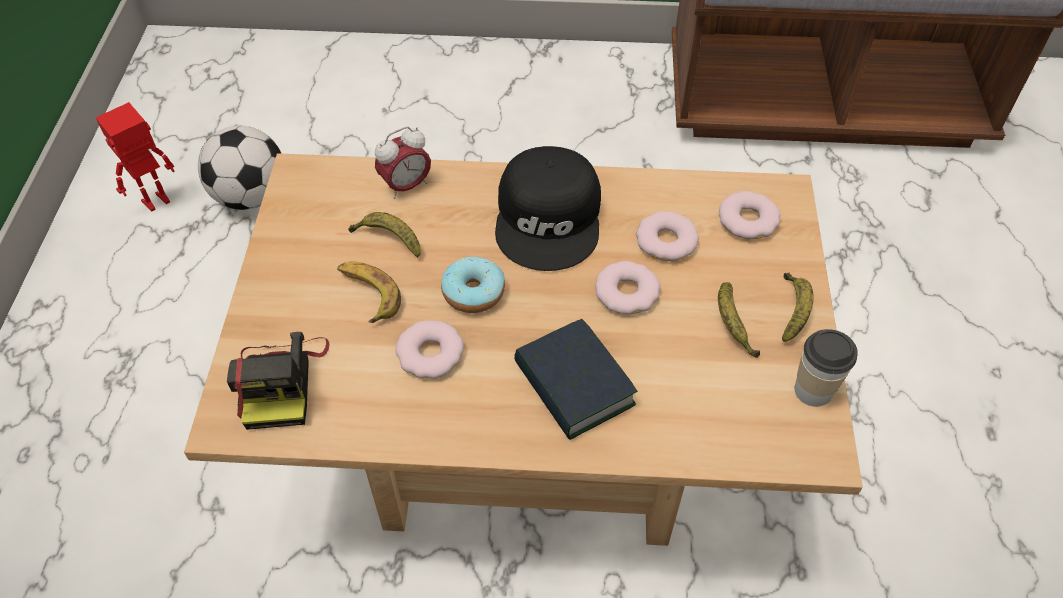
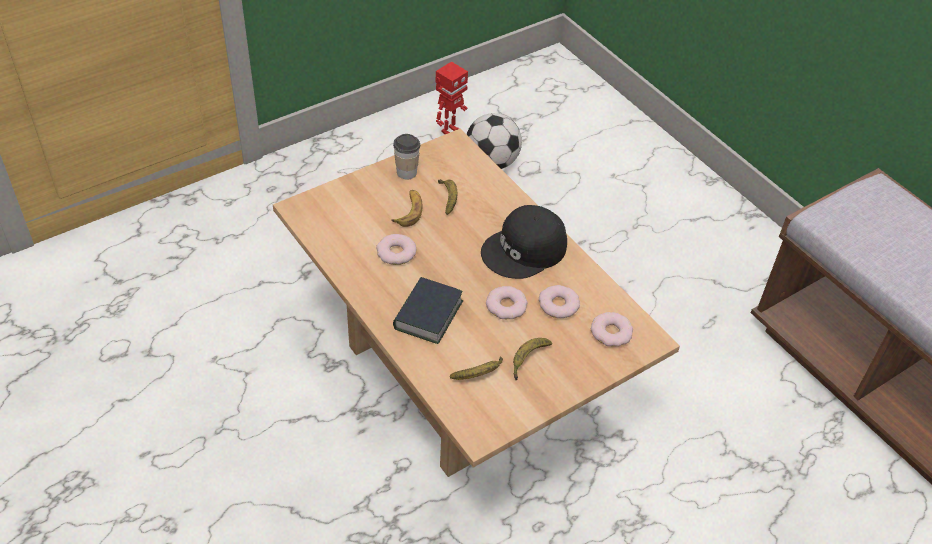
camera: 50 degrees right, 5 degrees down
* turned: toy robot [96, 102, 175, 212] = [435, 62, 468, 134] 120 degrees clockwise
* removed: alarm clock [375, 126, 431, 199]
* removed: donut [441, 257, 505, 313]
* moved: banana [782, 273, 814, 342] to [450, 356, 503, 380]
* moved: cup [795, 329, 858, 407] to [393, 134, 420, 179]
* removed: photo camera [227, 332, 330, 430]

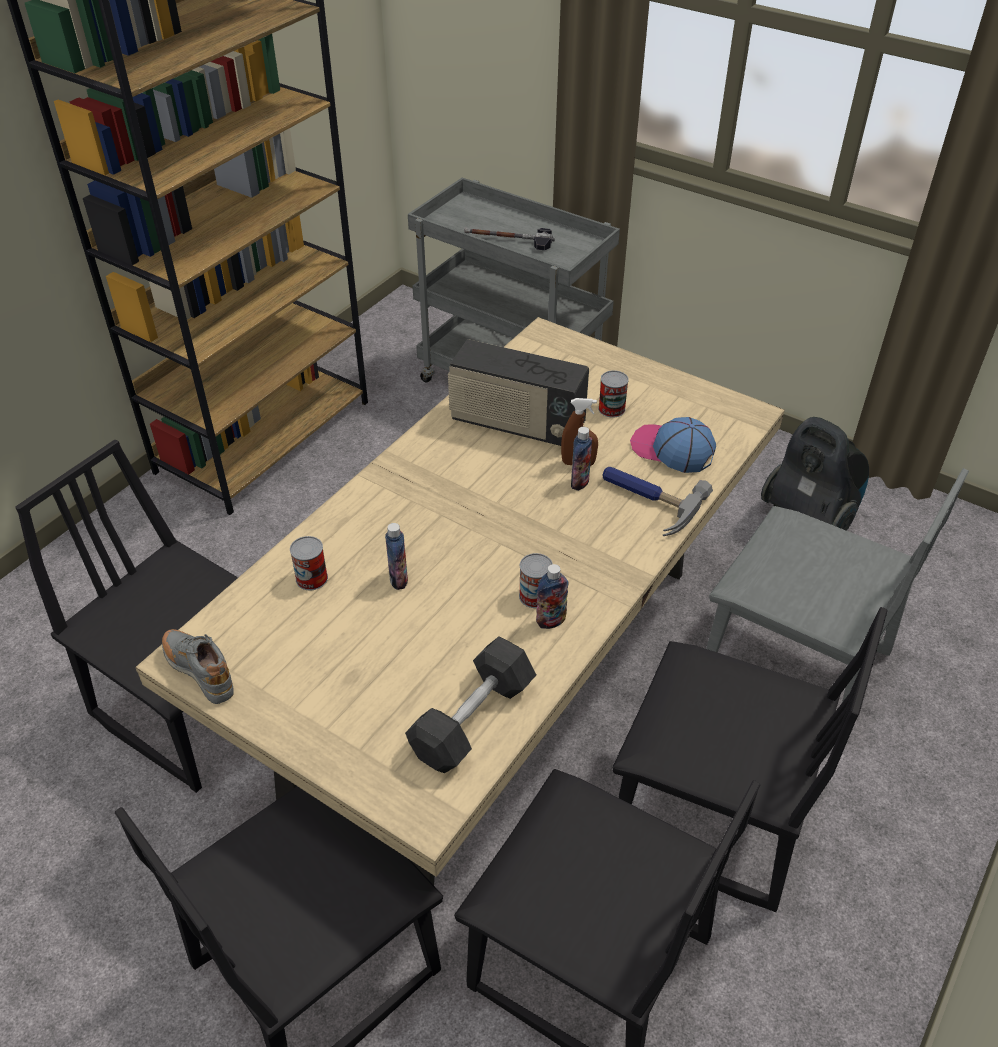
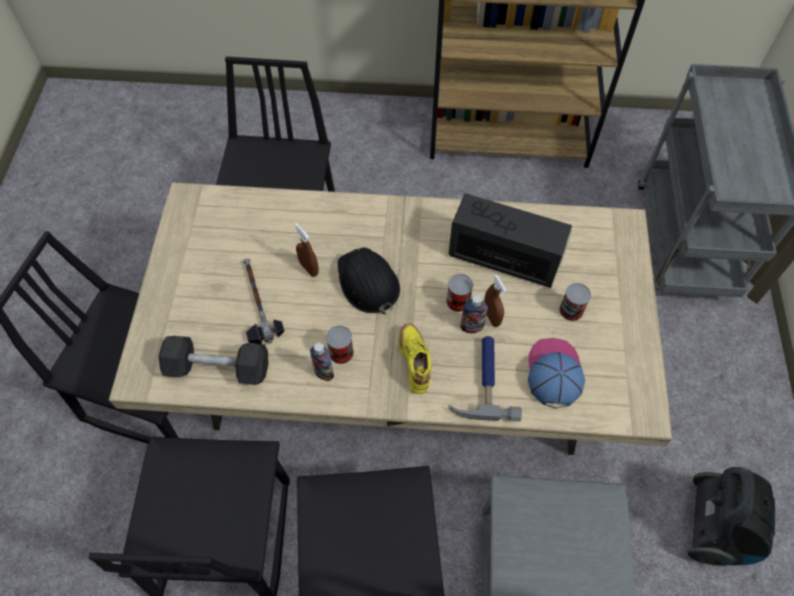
camera: 60 degrees right, 15 degrees up
* moved: hammer [464, 227, 555, 250] to [243, 258, 285, 344]
* turned: radio [448, 339, 589, 446] = [449, 193, 572, 288] 120 degrees clockwise
* replaced: bottle [385, 523, 408, 590] to spray bottle (brown) [294, 223, 319, 277]
* moved: can [290, 536, 328, 590] to [446, 274, 473, 312]
* removed: shoe (grey) [162, 629, 234, 704]
* added: hard hat (black) [338, 248, 400, 315]
* added: shoe (yellow) [398, 323, 431, 394]

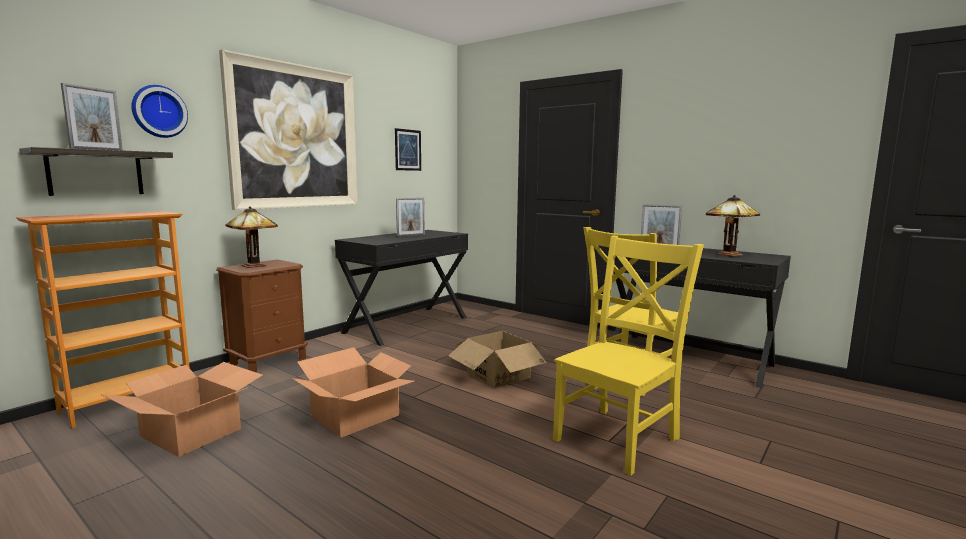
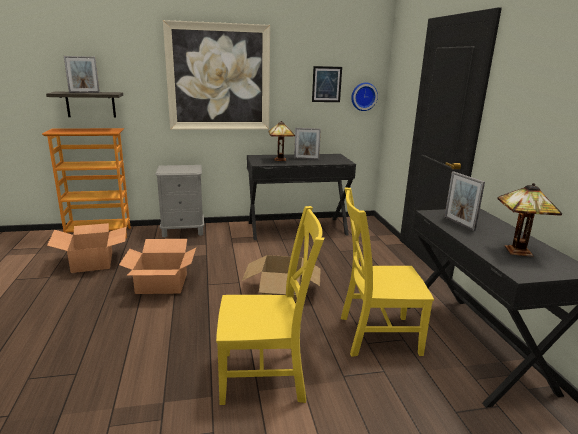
camera: 40 degrees right, 10 degrees up
* moved: wall clock [131, 85, 188, 138] to [351, 83, 378, 111]
* moved: table lamp [225, 207, 278, 268] to [268, 121, 295, 161]
* recoloured: nightstand (brown) [216, 259, 308, 373] to nightstand (grey) [155, 165, 204, 238]

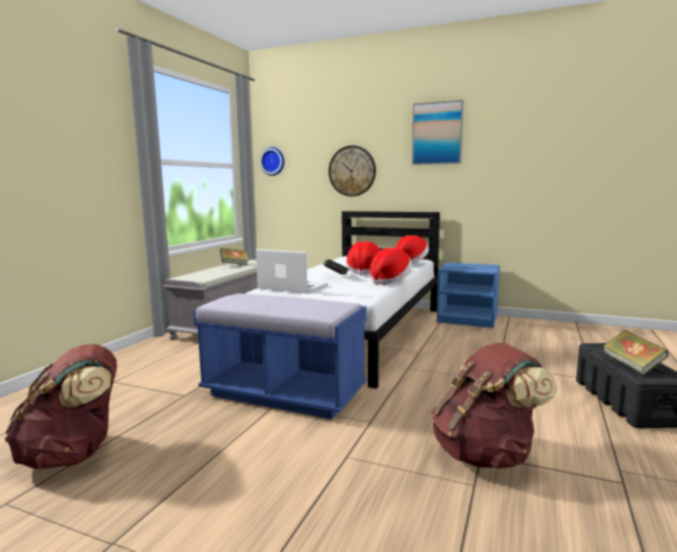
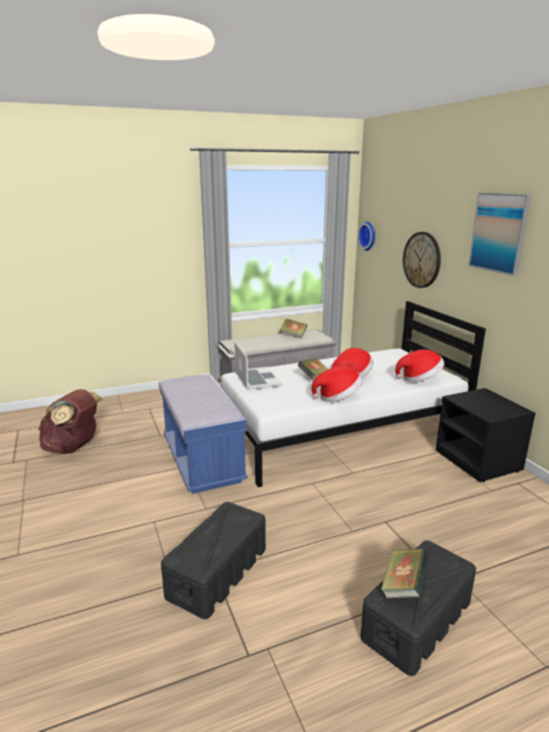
camera: 45 degrees right, 10 degrees up
* recoloured: nightstand (blue) [437, 263, 500, 328] to nightstand (black) [436, 388, 536, 482]
* replaced: backpack (brown) [431, 343, 558, 469] to storage box (black) [161, 502, 266, 619]

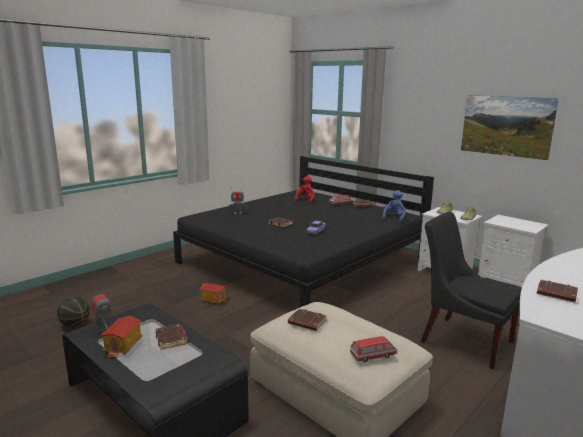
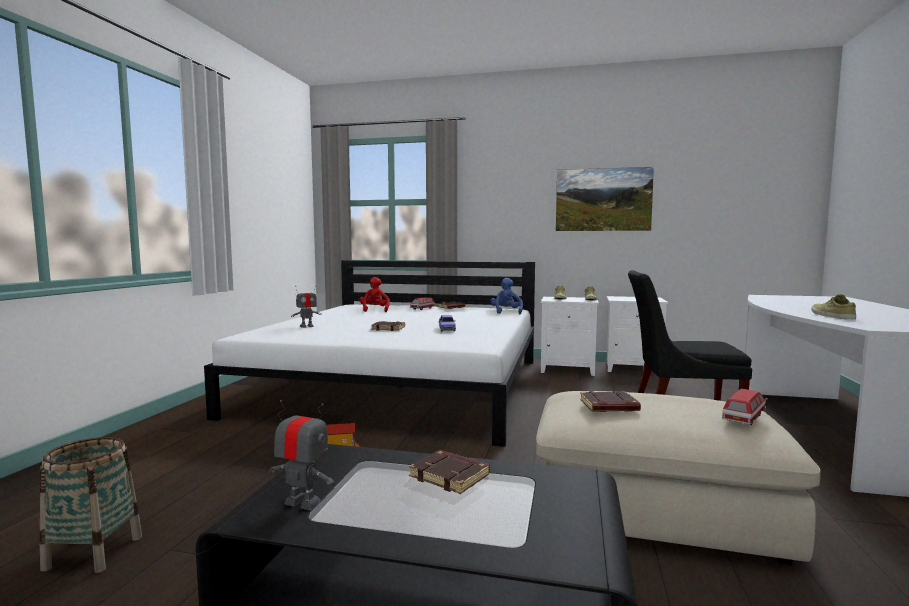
camera: 30 degrees left, 10 degrees down
* recoloured: bed (black) [173, 156, 434, 307] to bed (white) [204, 260, 535, 447]
* replaced: book (brown) [537, 279, 578, 302] to shoe (beige) [812, 294, 856, 319]
* replaced: basketball [57, 297, 90, 327] to basket [40, 437, 142, 573]
* removed: toy house [100, 316, 143, 358]

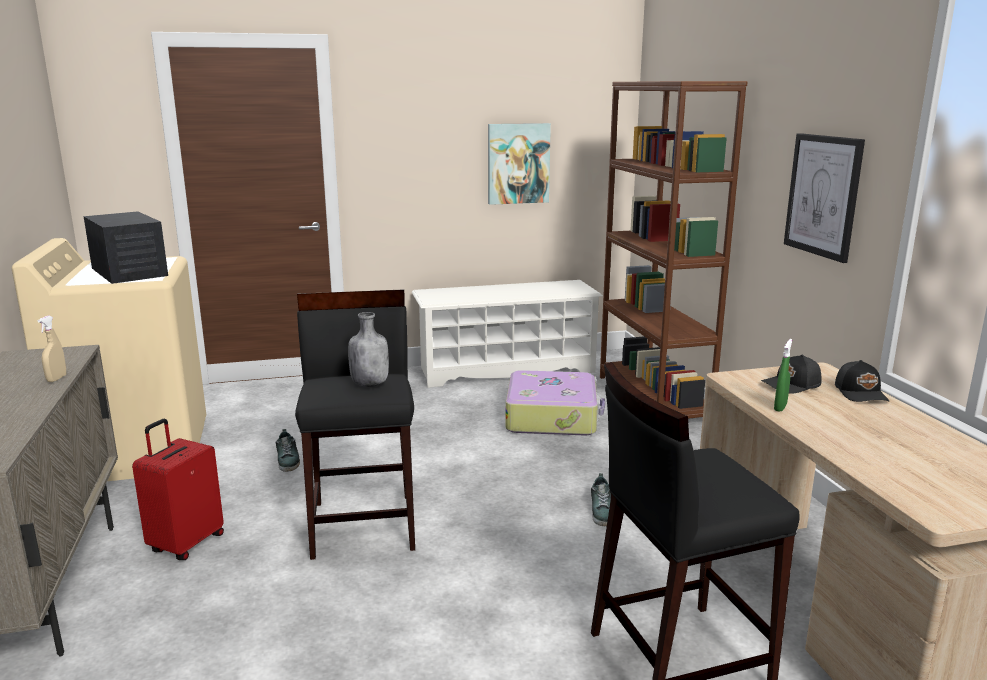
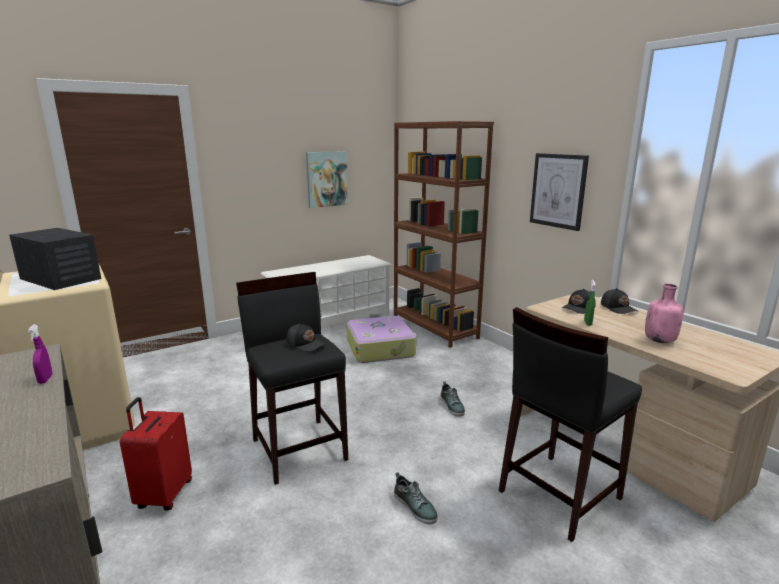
camera: 20 degrees left, 0 degrees up
* replaced: bottle (grey) [348, 312, 389, 387] to cap (black) [286, 323, 325, 352]
* recoloured: spray bottle (beige) [38, 316, 66, 382] to spray bottle (purple) [28, 325, 52, 384]
* moved: shoe [276, 429, 300, 472] to [394, 472, 438, 524]
* added: bottle (pink) [645, 284, 684, 343]

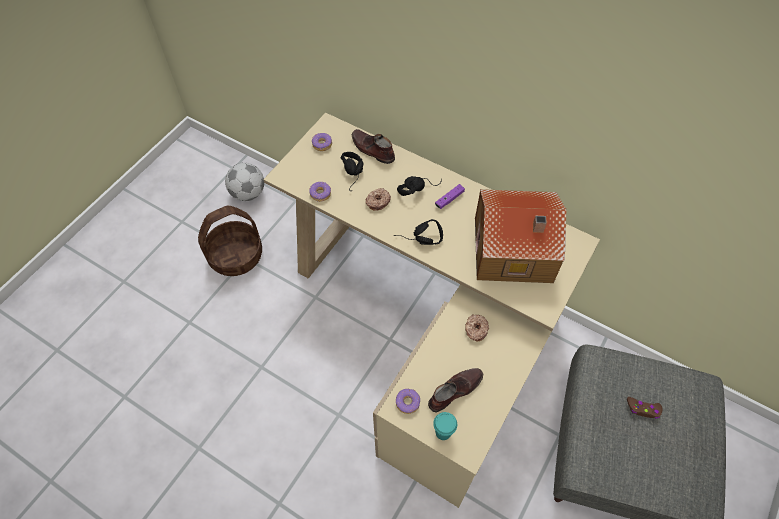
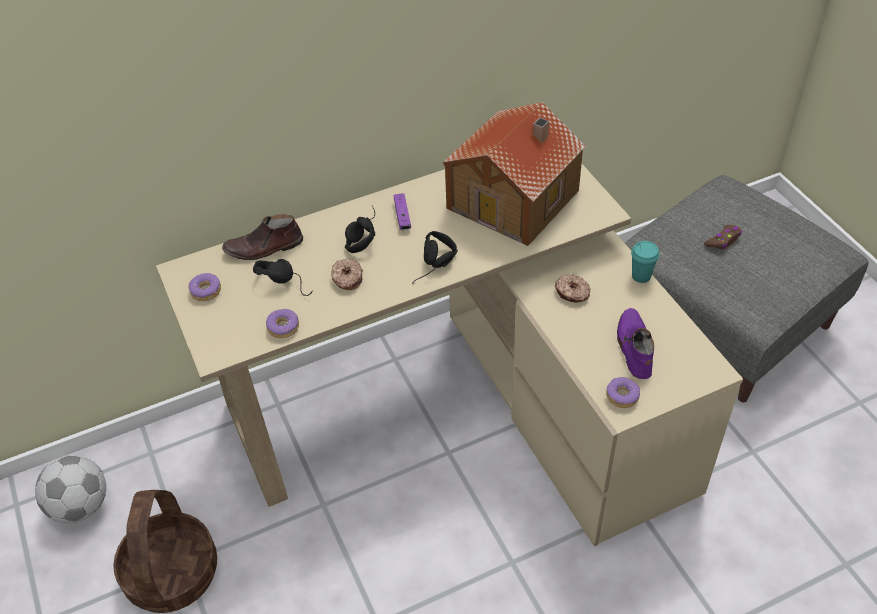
camera: 55 degrees left, 10 degrees down
* recoloured: shoe (brown) [428, 368, 483, 412] to shoe (purple) [617, 308, 654, 379]
* moved: cup (turquoise) [433, 412, 457, 440] to [631, 241, 659, 283]

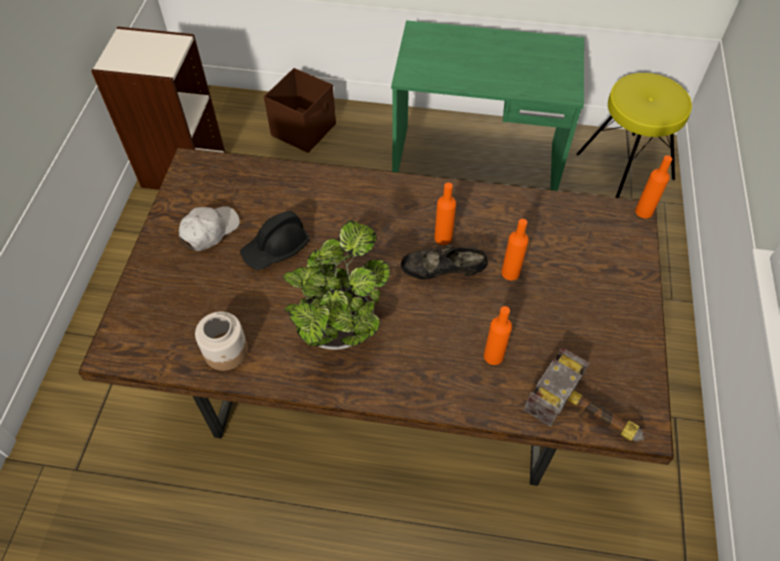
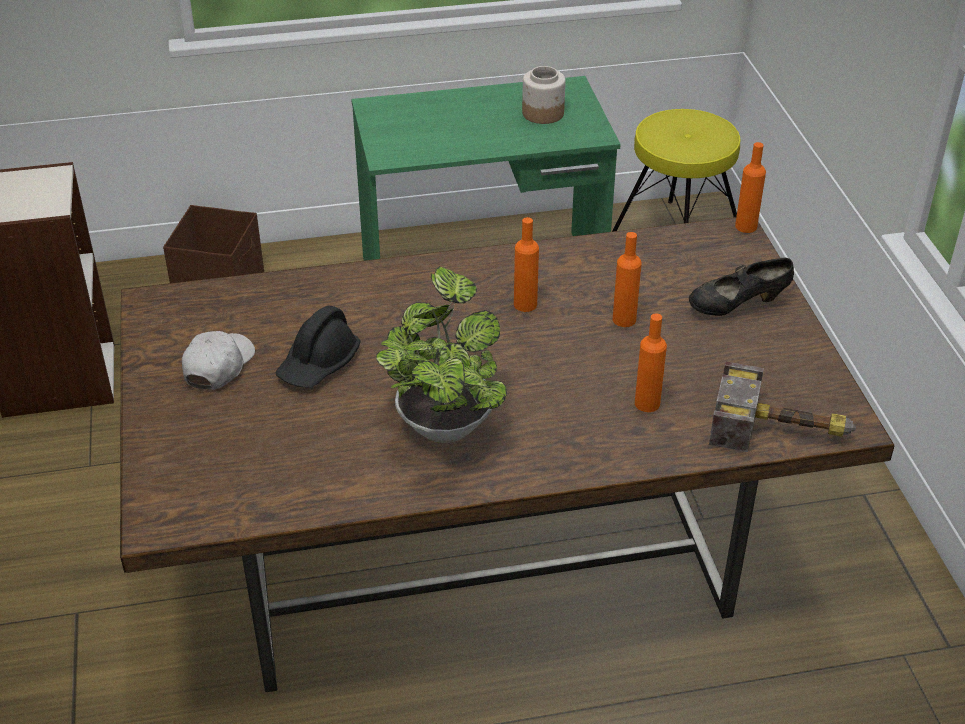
camera: 20 degrees left, 15 degrees down
* moved: shoe (black) [401, 245, 488, 279] to [689, 258, 794, 316]
* moved: jar [195, 311, 248, 371] to [522, 66, 566, 124]

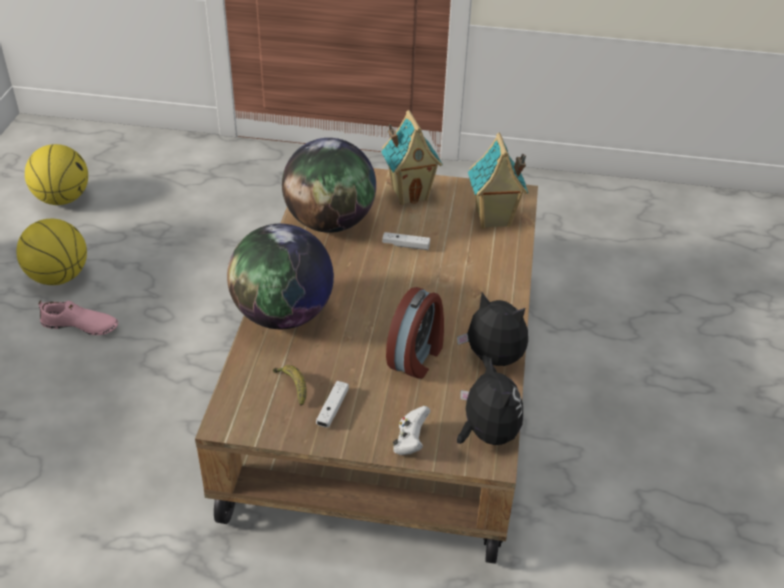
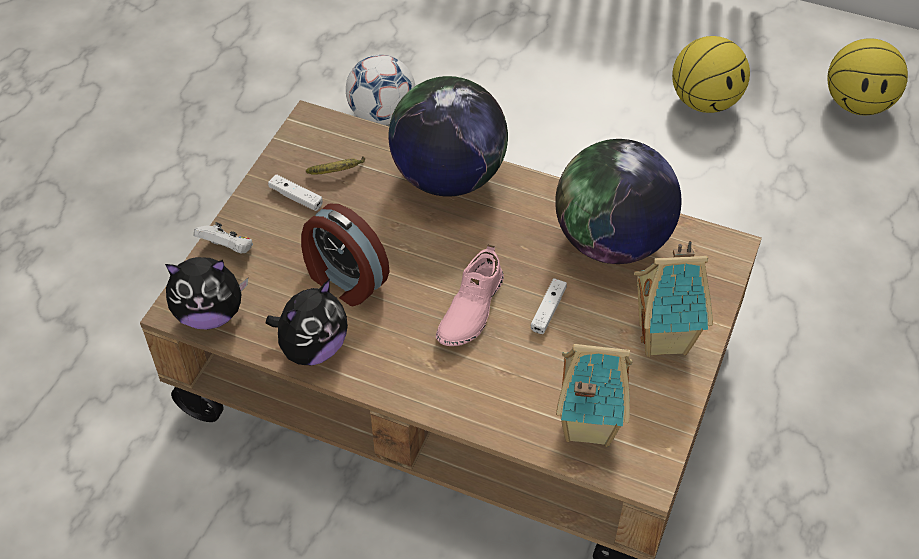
camera: 105 degrees right, 10 degrees up
* moved: shoe (pink) [38, 300, 118, 335] to [436, 245, 504, 346]
* added: football [346, 55, 415, 125]

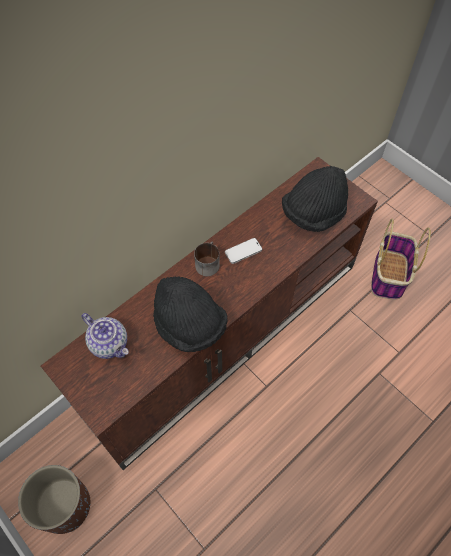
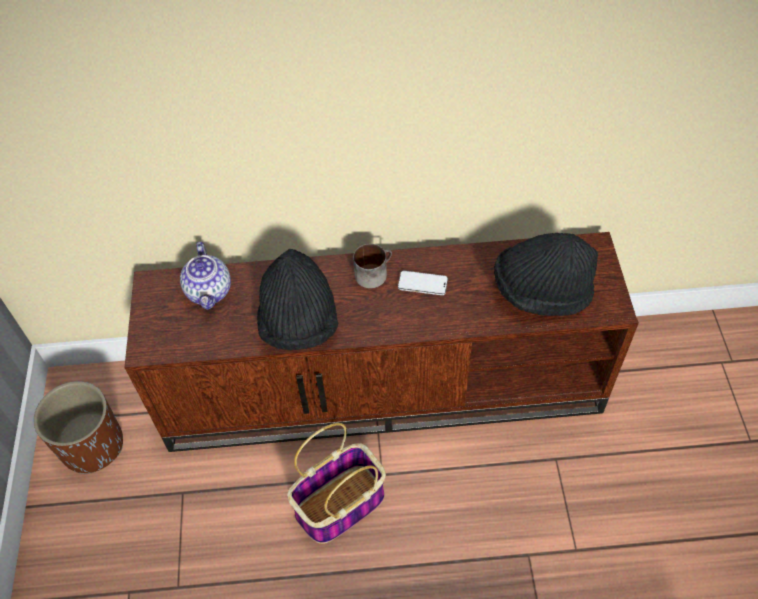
camera: 40 degrees right, 5 degrees down
* moved: basket [371, 219, 431, 300] to [287, 423, 386, 544]

